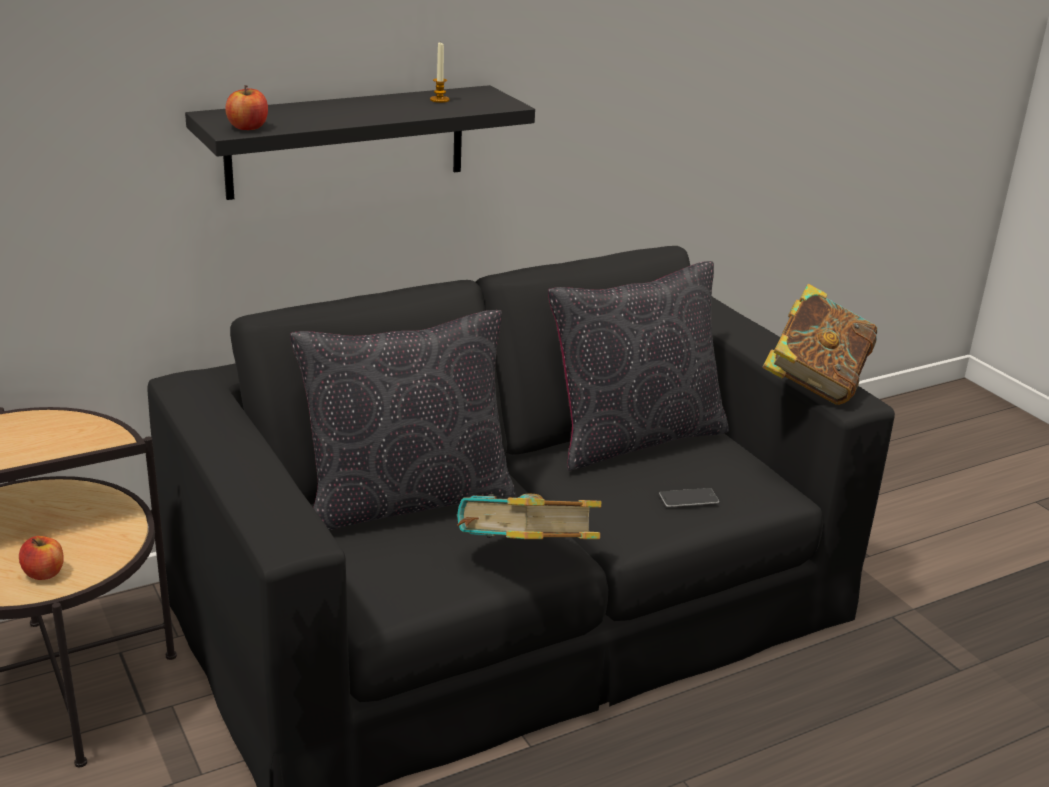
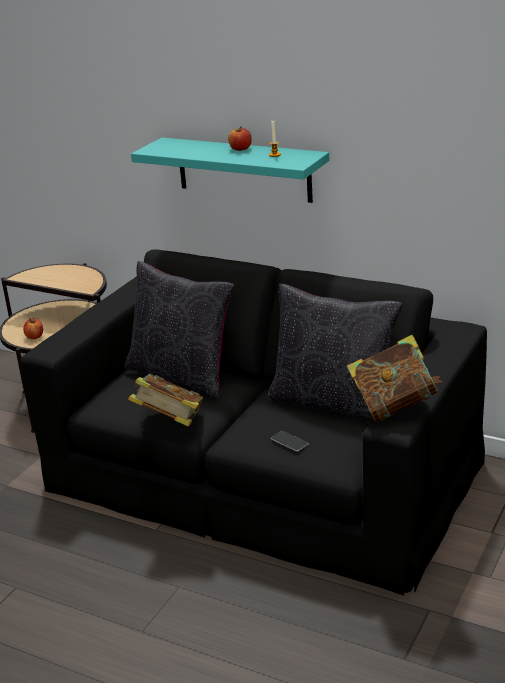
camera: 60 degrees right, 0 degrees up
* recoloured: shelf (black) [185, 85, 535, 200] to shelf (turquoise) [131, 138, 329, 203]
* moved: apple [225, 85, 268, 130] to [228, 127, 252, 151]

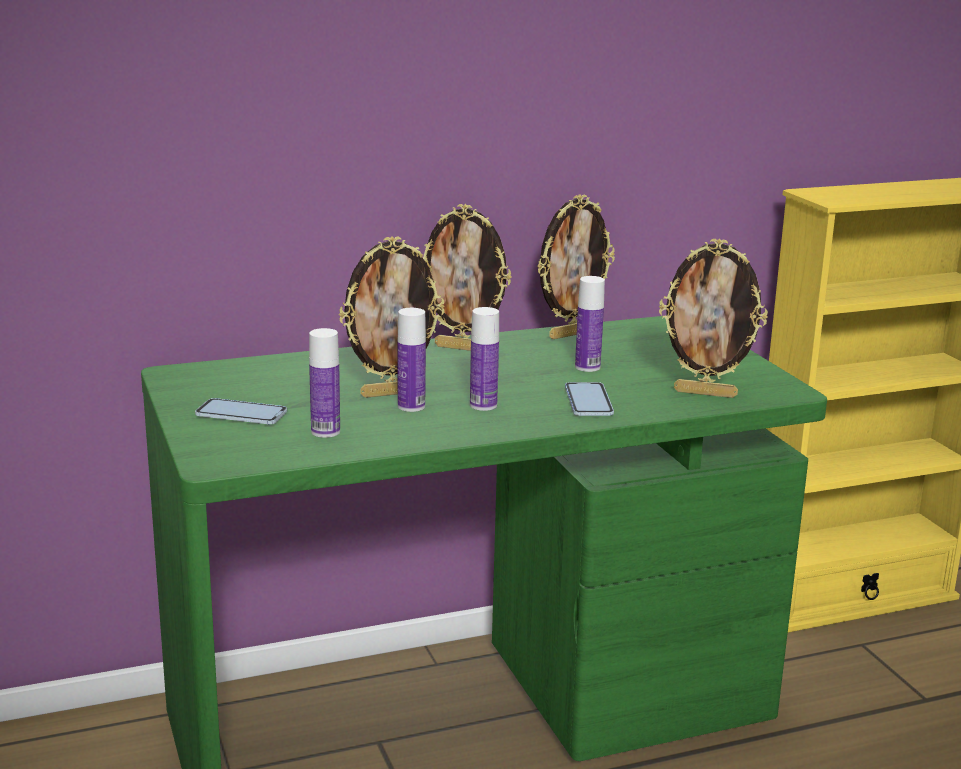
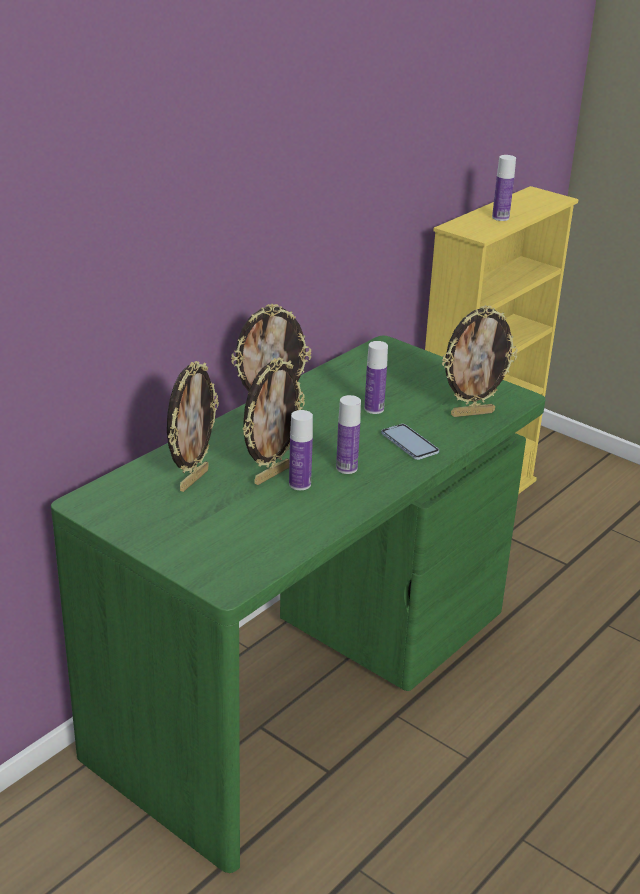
camera: 30 degrees left, 10 degrees up
* moved: picture frame [537, 194, 615, 339] to [167, 361, 219, 492]
* moved: bottle [309, 328, 340, 438] to [492, 155, 516, 221]
* removed: phone [195, 398, 287, 425]

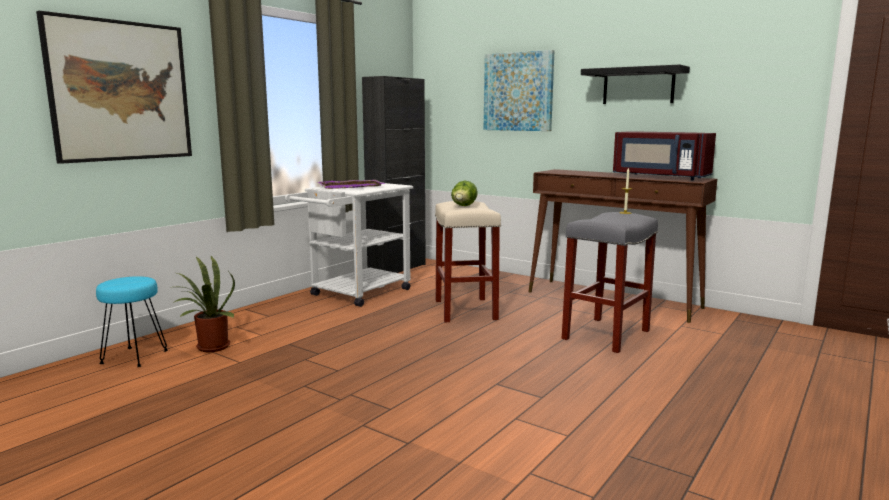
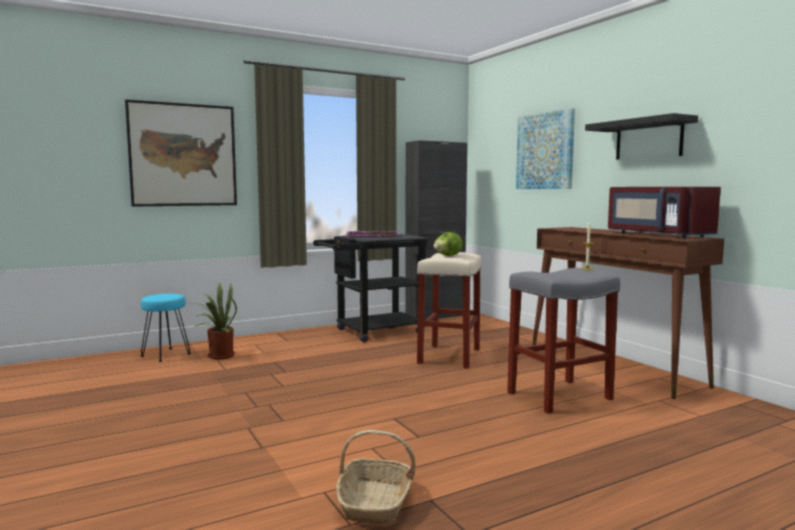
camera: 25 degrees right, 5 degrees down
* recoloured: cart (white) [285, 183, 413, 307] to cart (black) [313, 234, 429, 342]
* added: basket [336, 430, 415, 524]

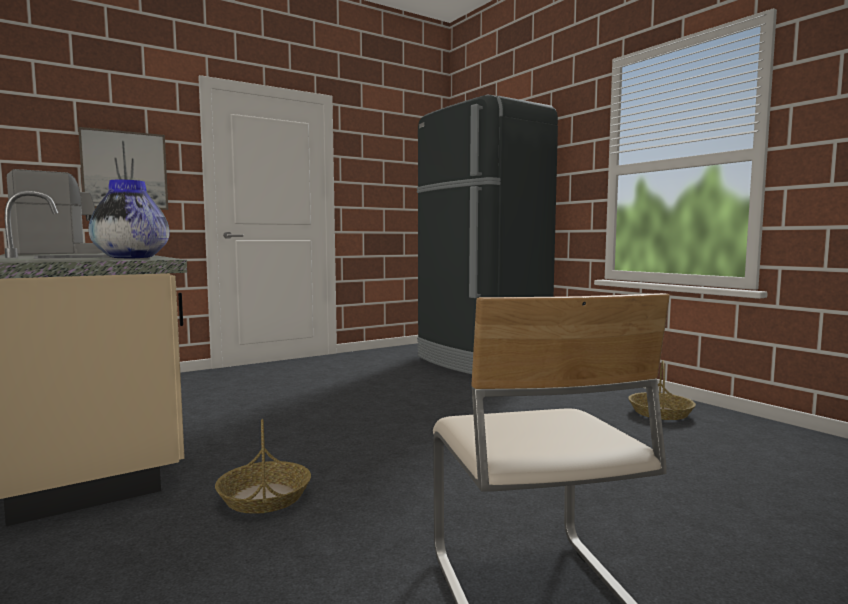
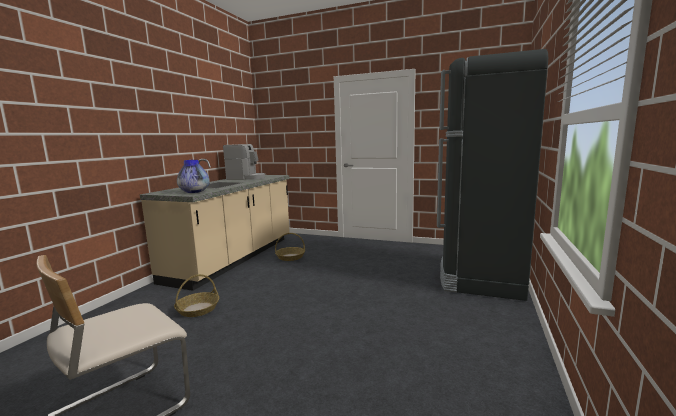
camera: 55 degrees right, 5 degrees up
* removed: picture [78, 127, 168, 210]
* moved: basket [628, 360, 696, 420] to [275, 233, 305, 261]

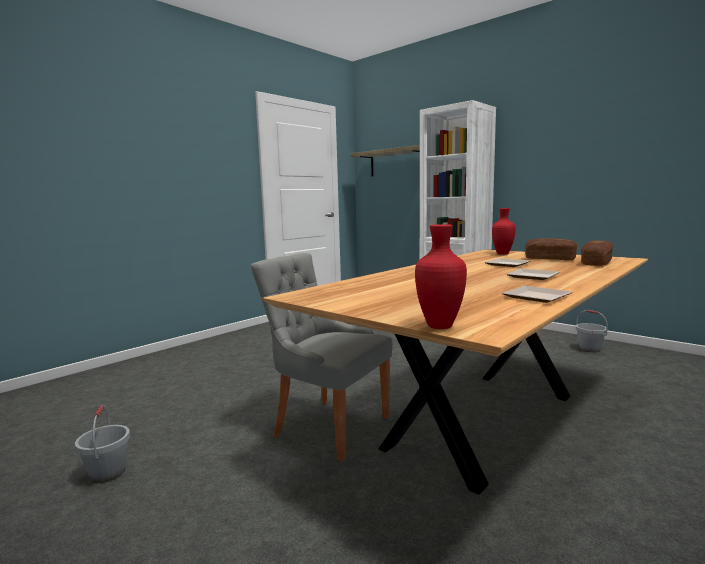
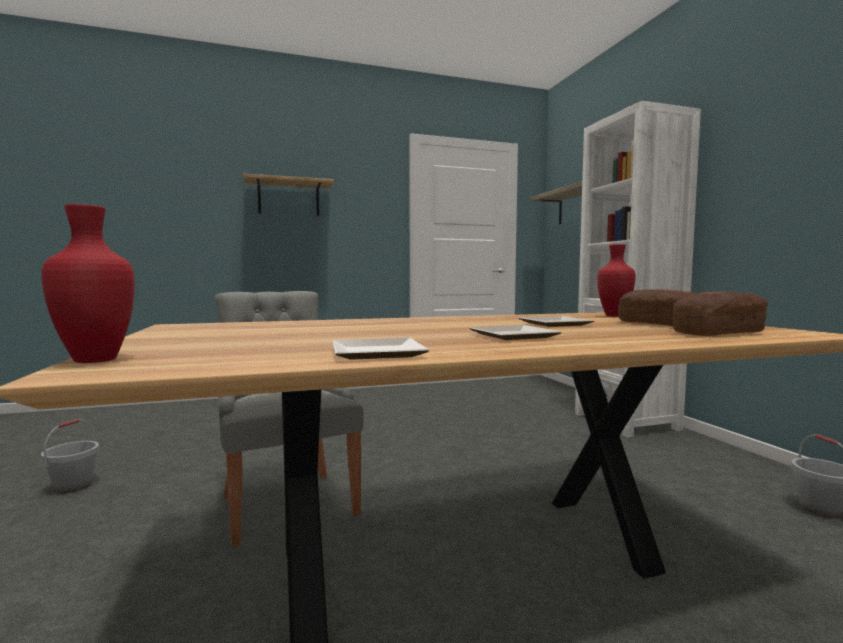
camera: 30 degrees right, 5 degrees down
* added: shelf [243, 174, 334, 216]

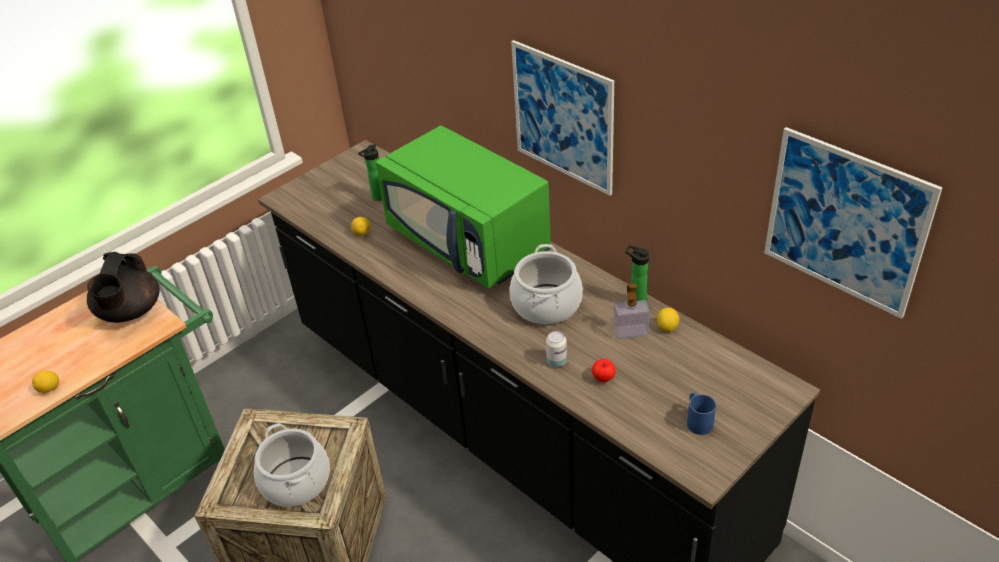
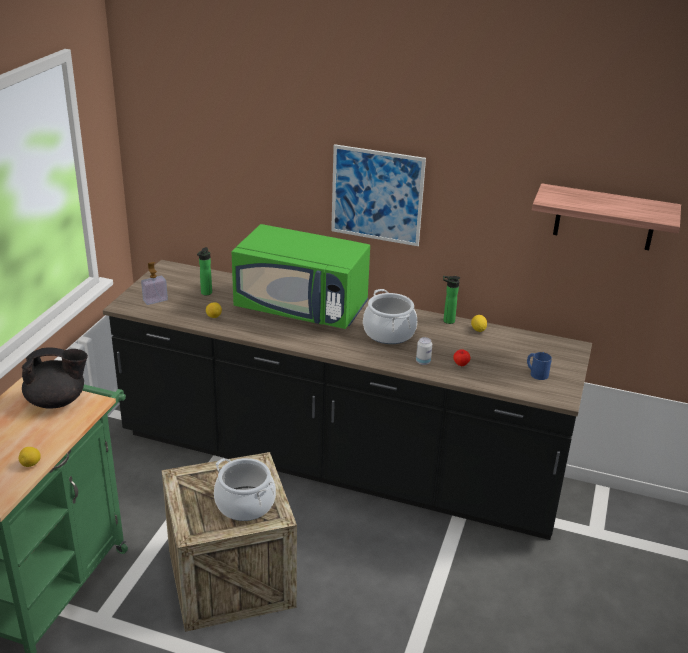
camera: 30 degrees left, 10 degrees down
* replaced: picture [764, 127, 943, 319] to shelf [532, 183, 681, 250]
* turned: teapot (black) [87, 252, 160, 323] = [22, 347, 88, 409] 75 degrees counterclockwise
* moved: soap dispenser [614, 284, 650, 339] to [141, 262, 168, 305]

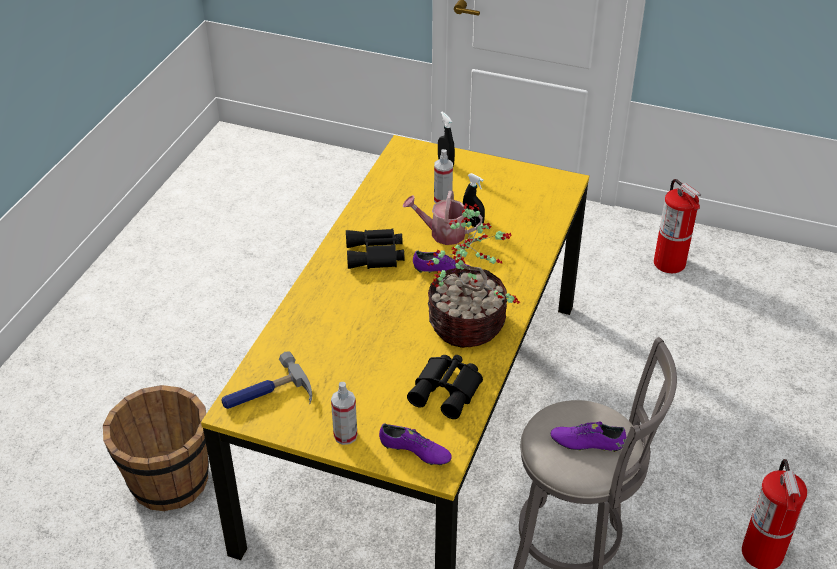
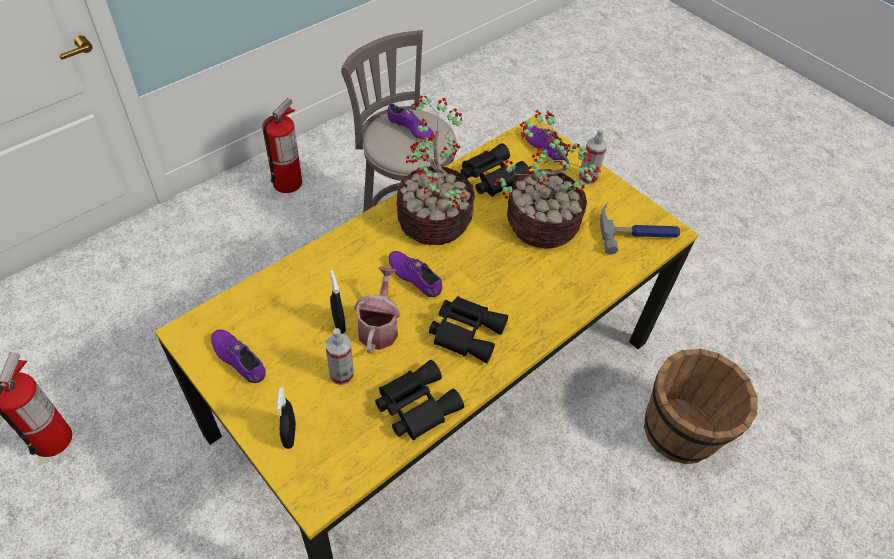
camera: 155 degrees left, 10 degrees up
* turned: watering can [403, 191, 483, 245] = [354, 267, 400, 354] 120 degrees counterclockwise
* added: potted plant [494, 109, 601, 249]
* added: shoe (purple) [211, 329, 266, 383]
* added: binoculars (black) [375, 360, 464, 440]

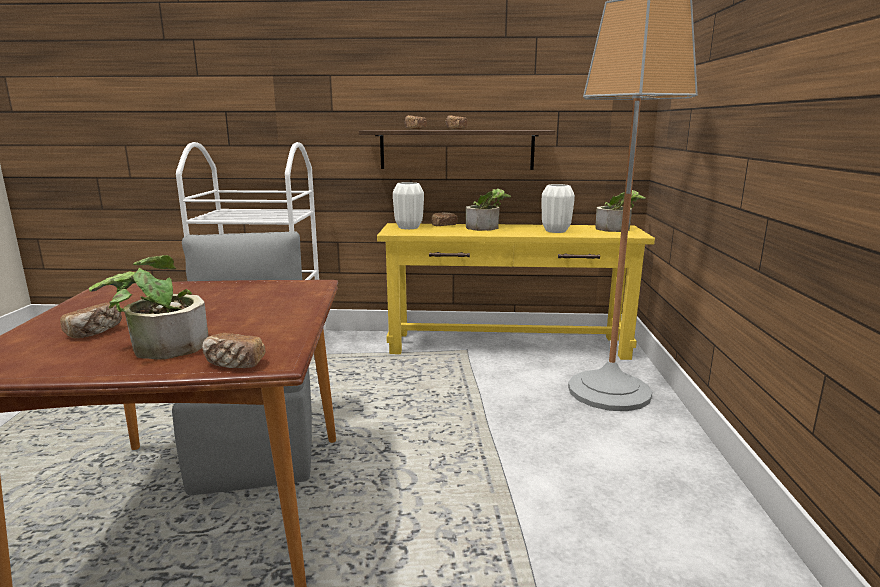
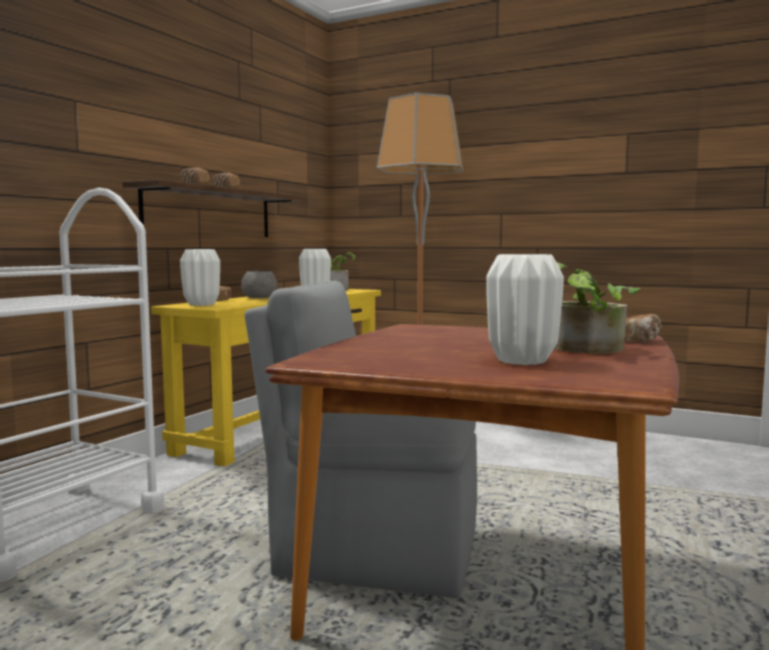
camera: 65 degrees left, 10 degrees down
* replaced: potted plant [466, 188, 511, 231] to bowl (grey) [241, 271, 277, 298]
* replaced: bread [60, 303, 122, 338] to vase (white) [486, 254, 564, 365]

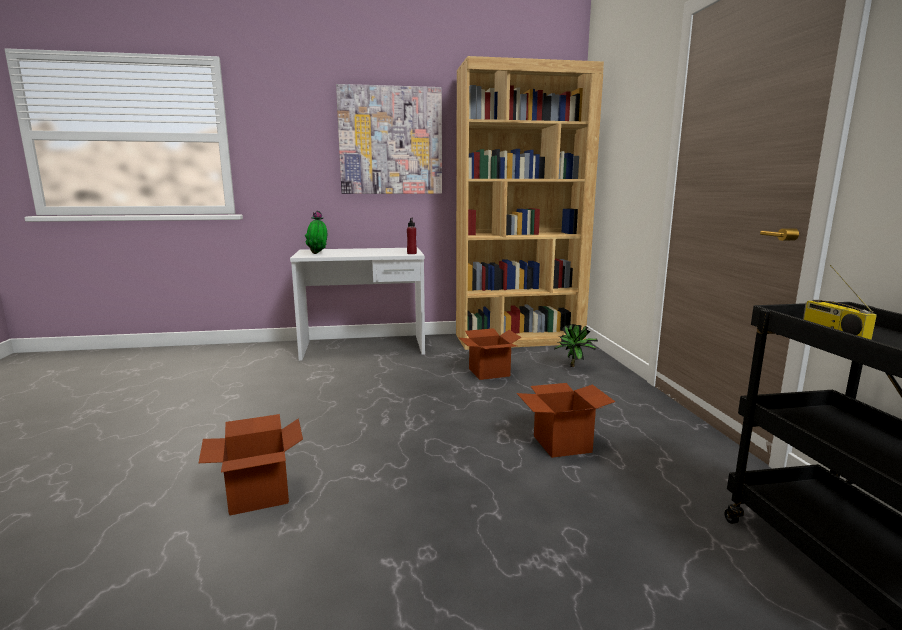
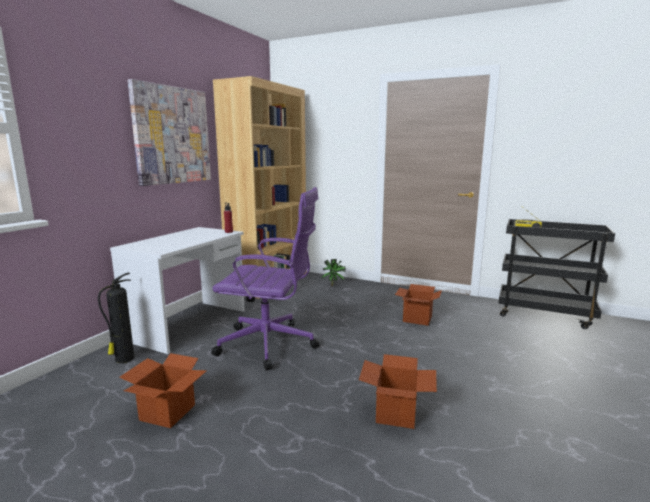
camera: 55 degrees left, 0 degrees up
* removed: potted plant [305, 210, 327, 254]
* moved: cardboard box [459, 328, 521, 380] to [119, 353, 207, 428]
* added: office chair (purple) [211, 187, 320, 370]
* added: fire extinguisher [98, 273, 134, 363]

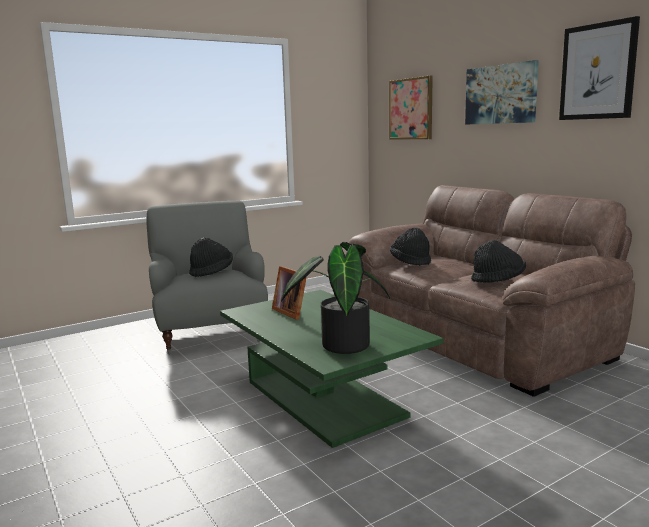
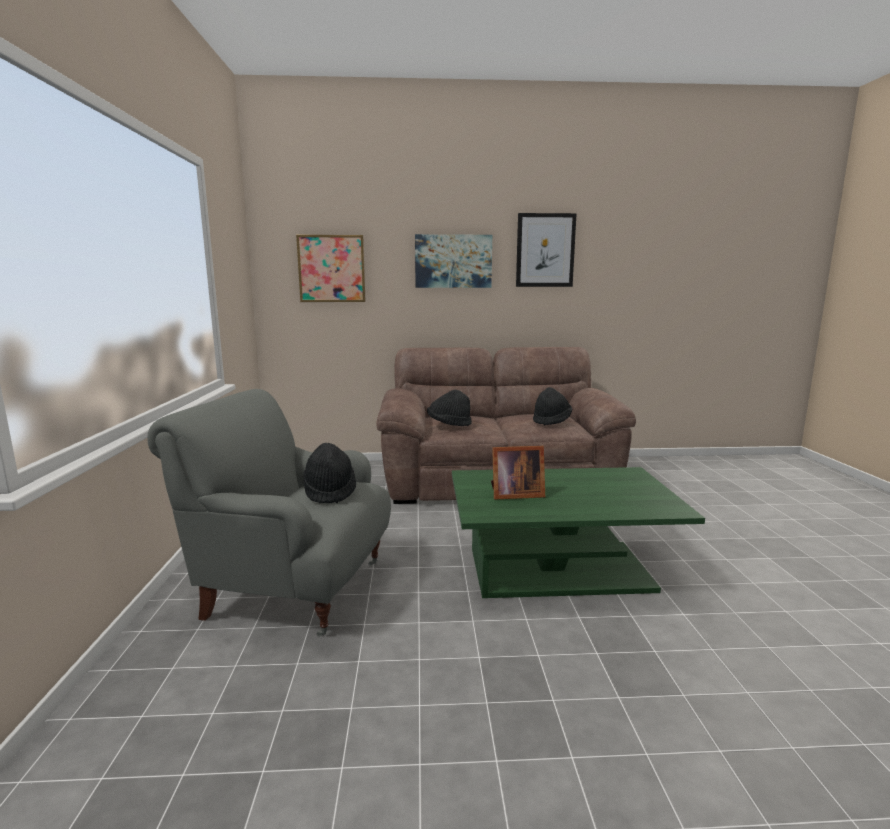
camera: 60 degrees left, 0 degrees up
* removed: potted plant [281, 242, 390, 354]

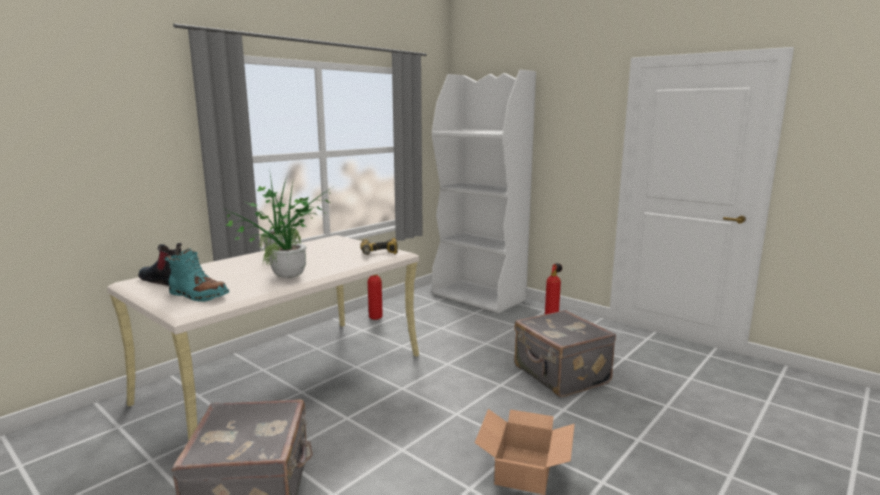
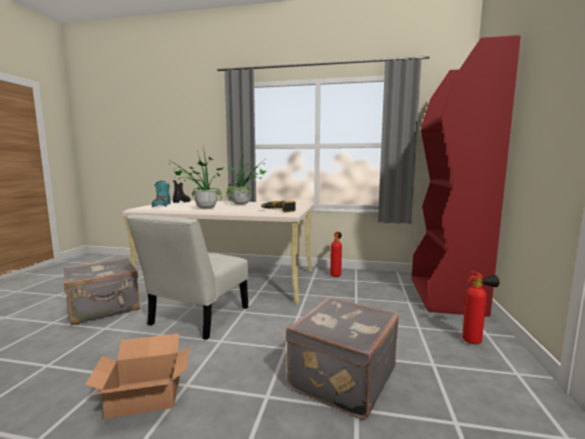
camera: 60 degrees right, 5 degrees down
* recoloured: bookcase (white) [432, 70, 536, 313] to bookcase (red) [412, 35, 521, 317]
* added: chair (white) [127, 214, 248, 340]

